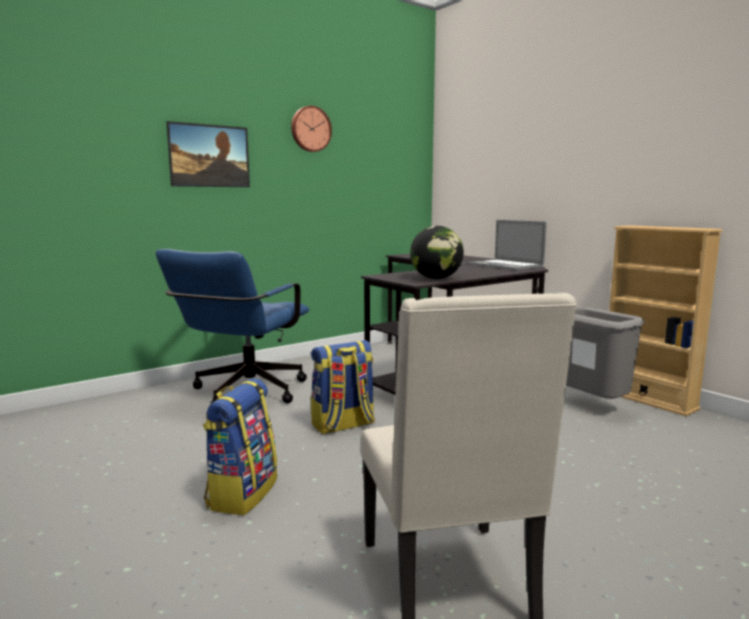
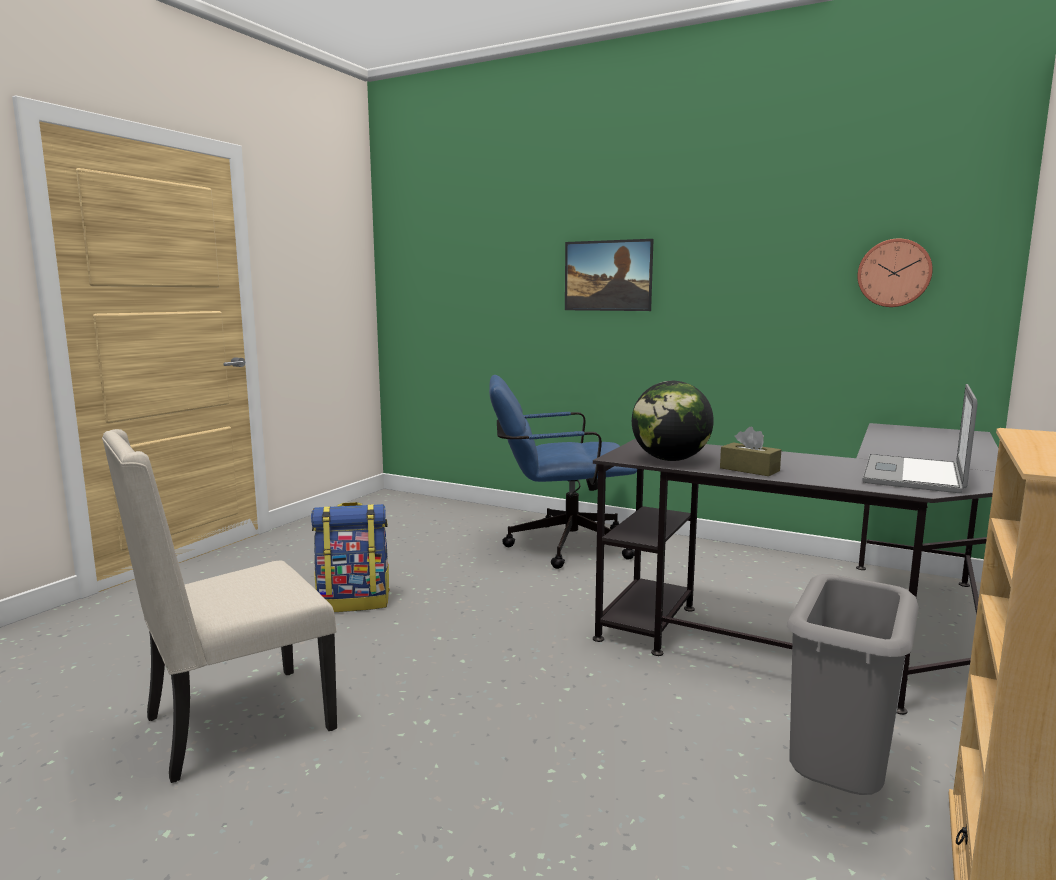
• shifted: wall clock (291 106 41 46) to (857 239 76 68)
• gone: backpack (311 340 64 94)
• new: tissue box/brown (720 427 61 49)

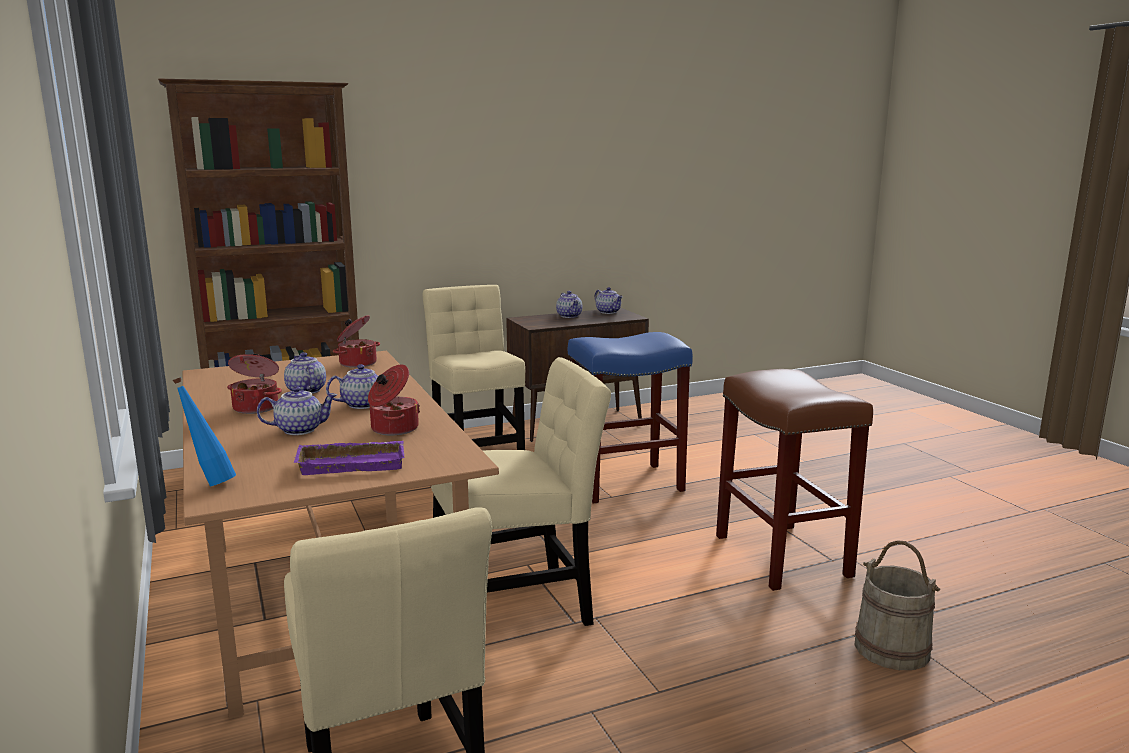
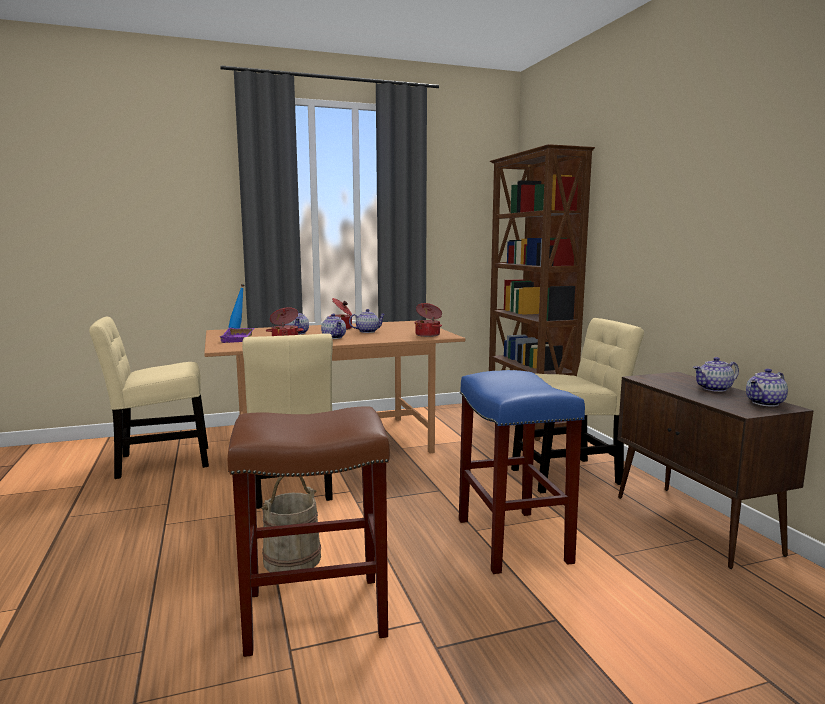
• shifted: bucket/beige (854 540 87 130) to (261 477 60 95)

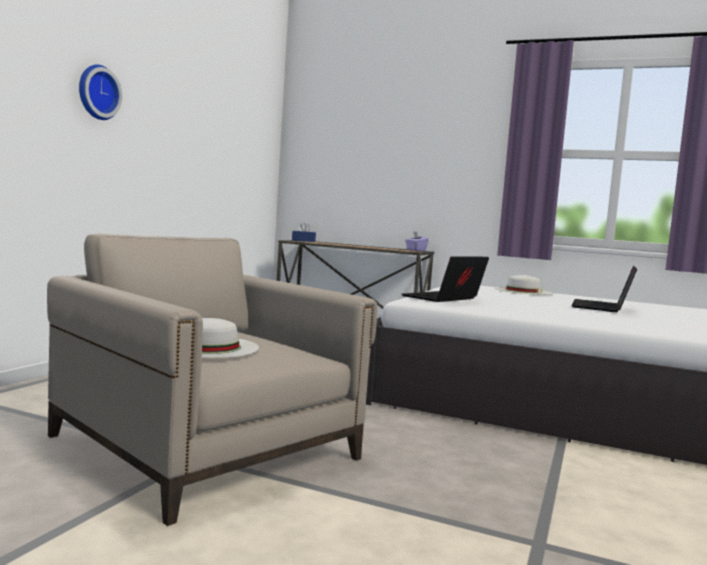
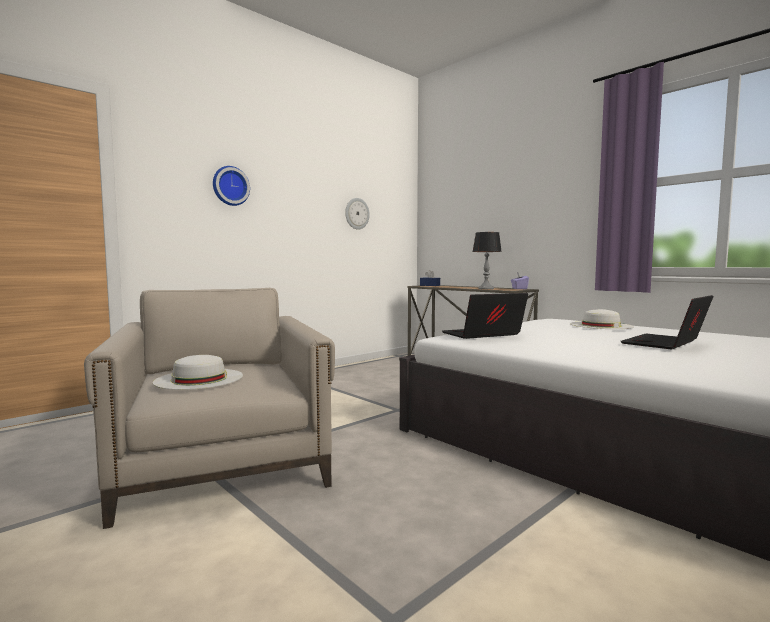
• new: wall clock (345 198 25 32)
• new: table lamp (473 232 29 57)

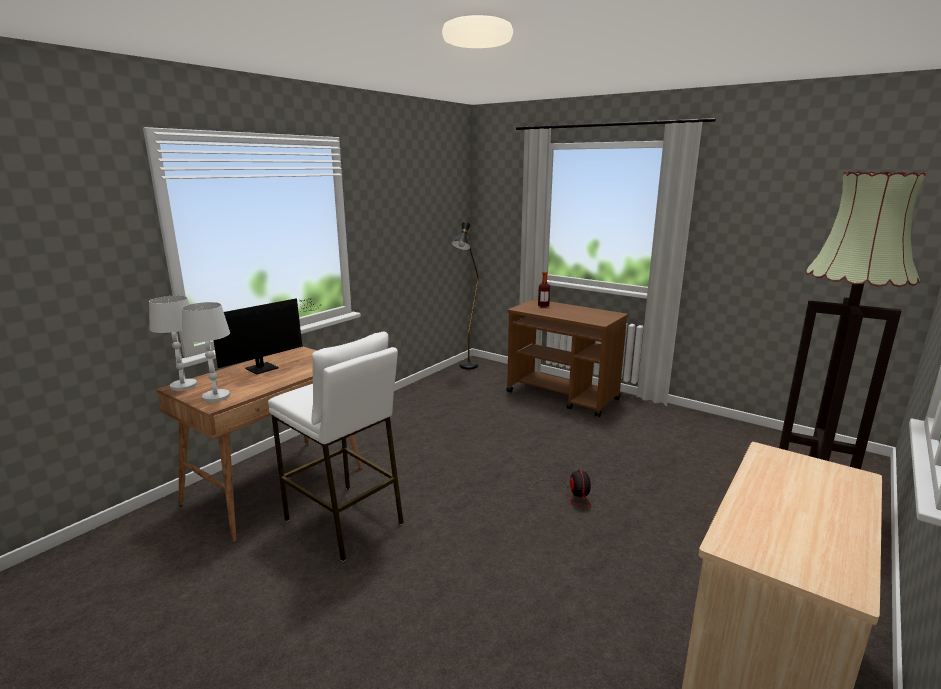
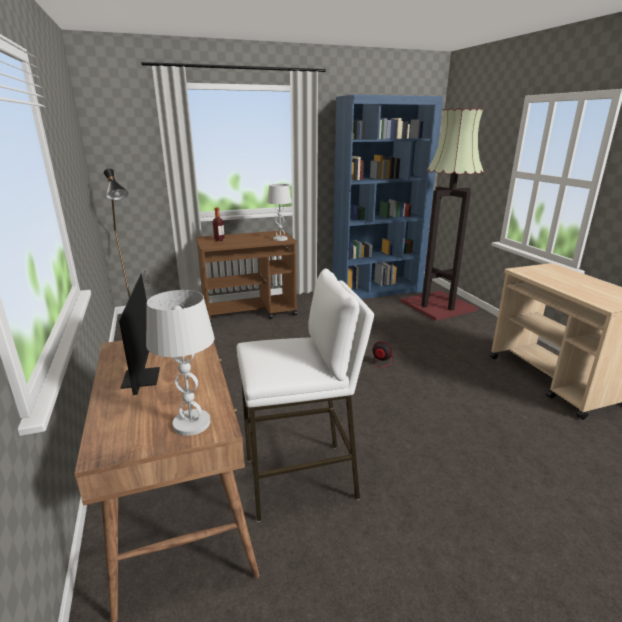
• shifted: table lamp/white (149 296 48 95) to (267 184 25 57)
• new: bookcase/blue (333 94 110 205)

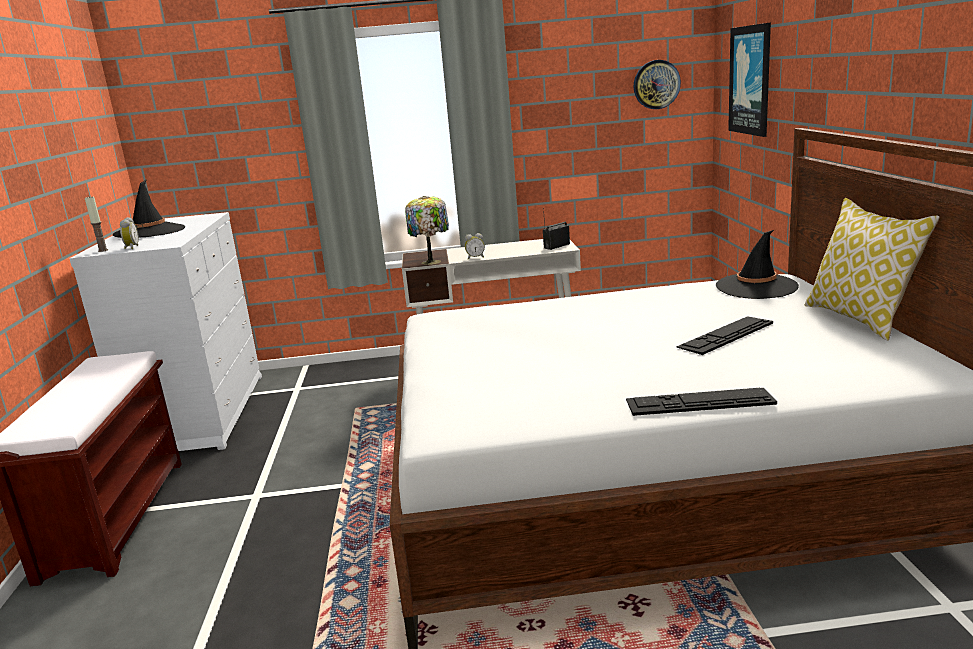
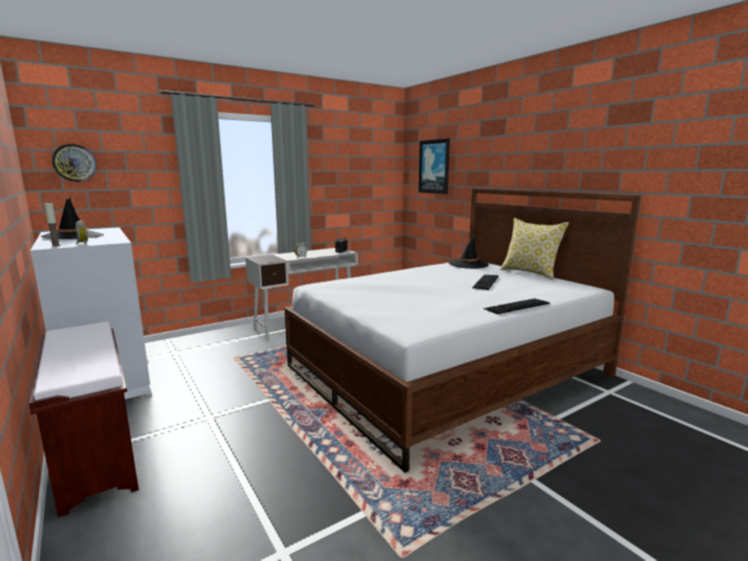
• shifted: wall clock (634 60 47 49) to (52 144 44 38)
• gone: table lamp (405 196 44 69)

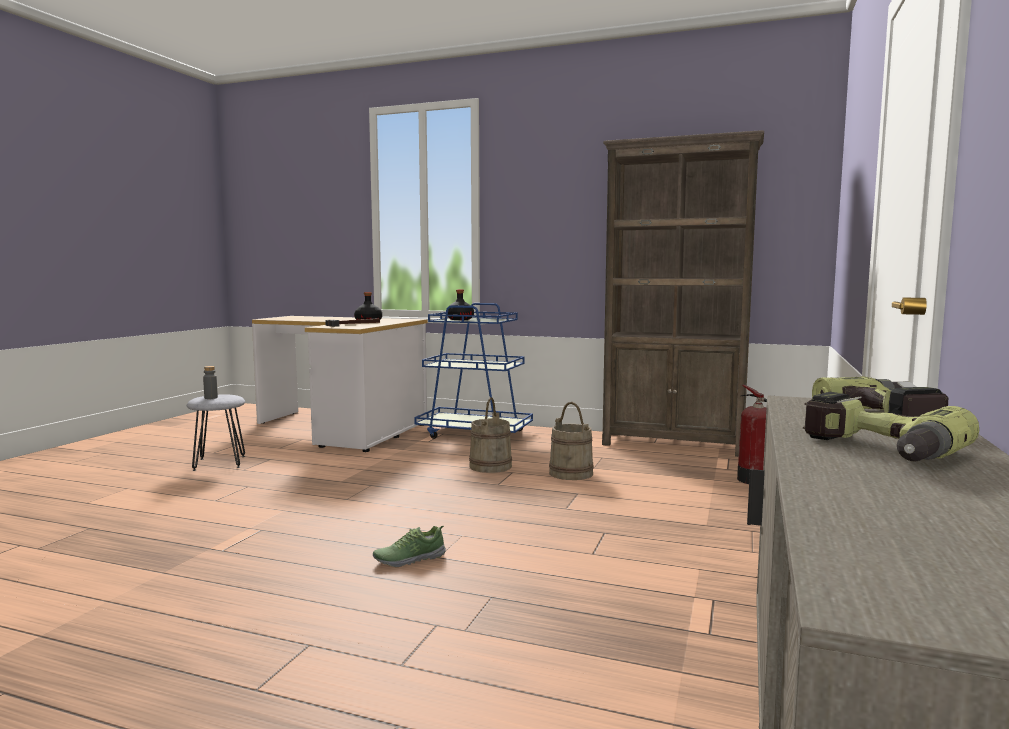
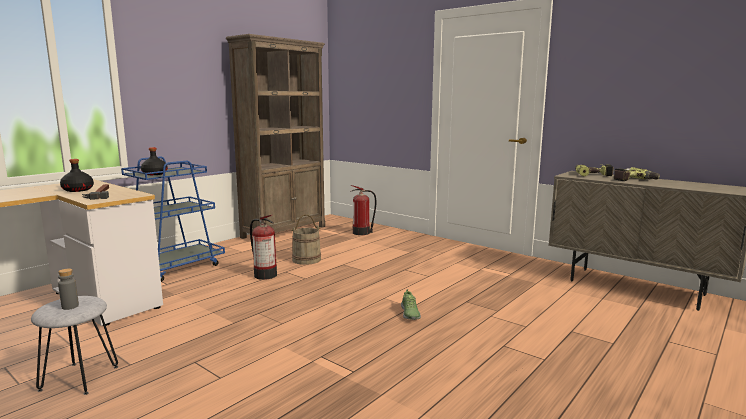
• swapped: bucket/beige (469 397 43 76) to fire extinguisher (250 215 27 65)

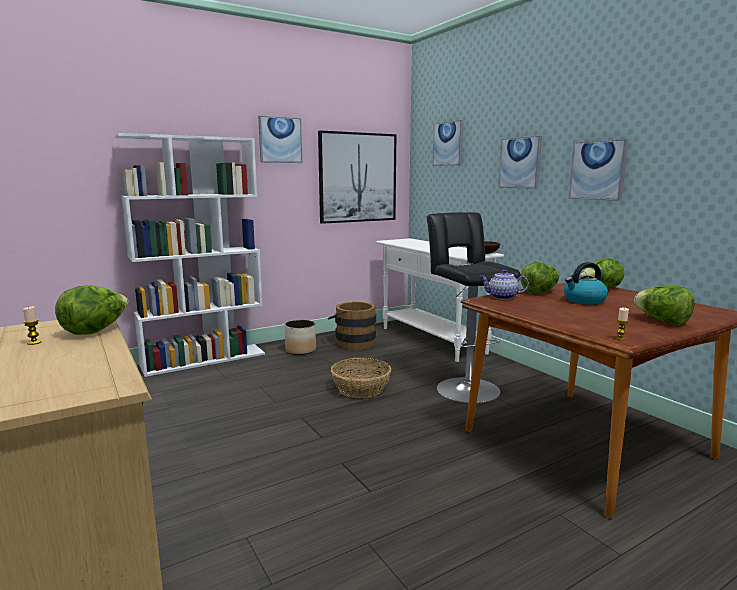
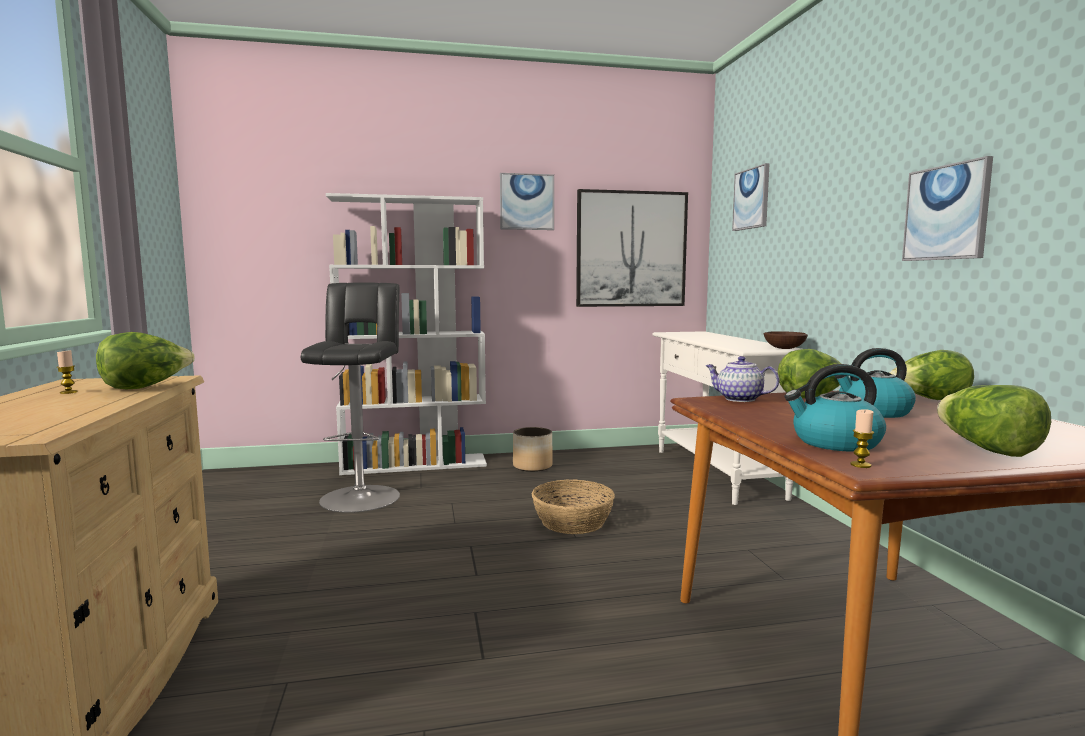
• gone: picture (499 136 43 53)
• shifted: stool/black (426 212 95 191) to (300 282 100 231)
• gone: bucket/brown (328 302 48 48)
• new: kettle (785 364 101 88)

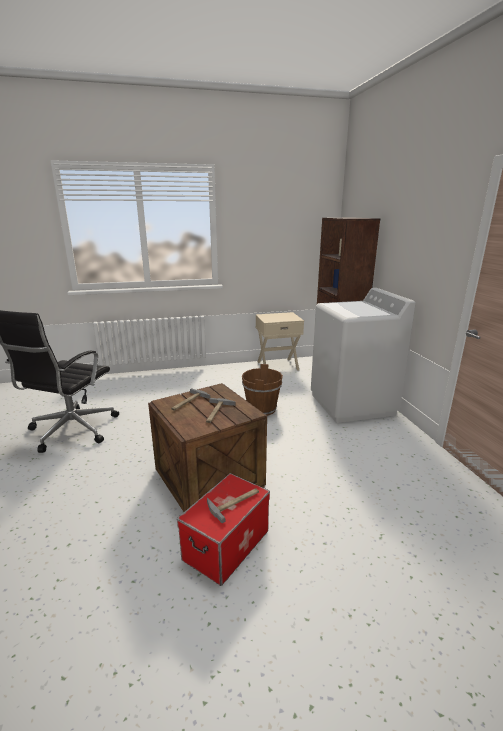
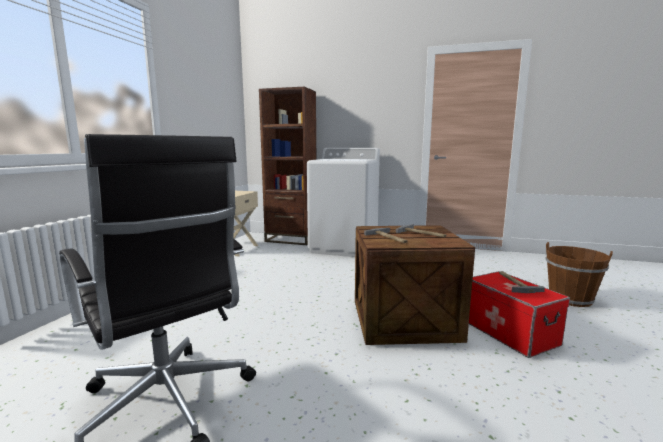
• shifted: bucket/brown (242 364 41 52) to (545 242 68 65)

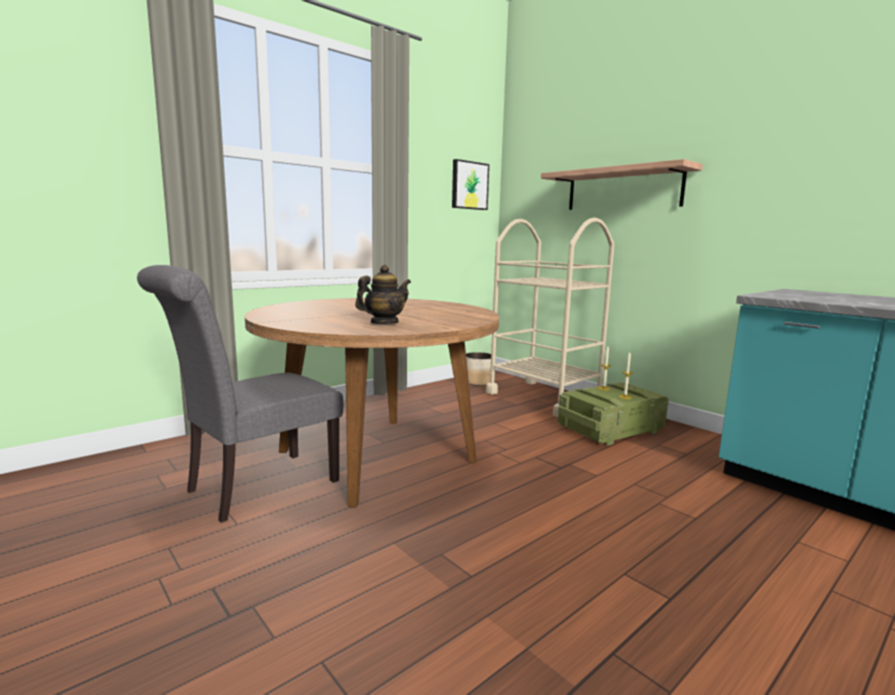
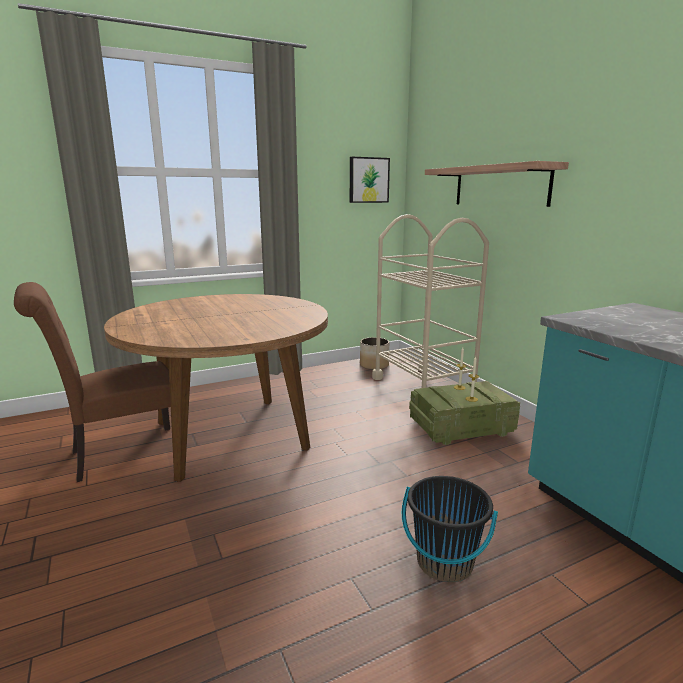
• repainted: chair/grey (137 265 206 258) to chair/brown (14 282 157 200)
• gone: teapot (355 265 56 59)
• new: bucket/black (402 476 96 107)

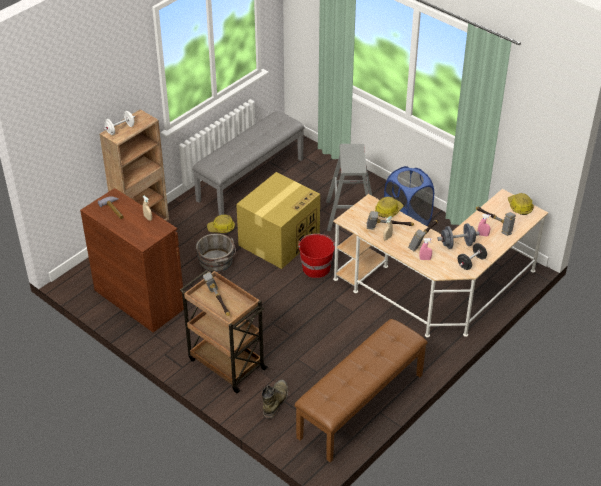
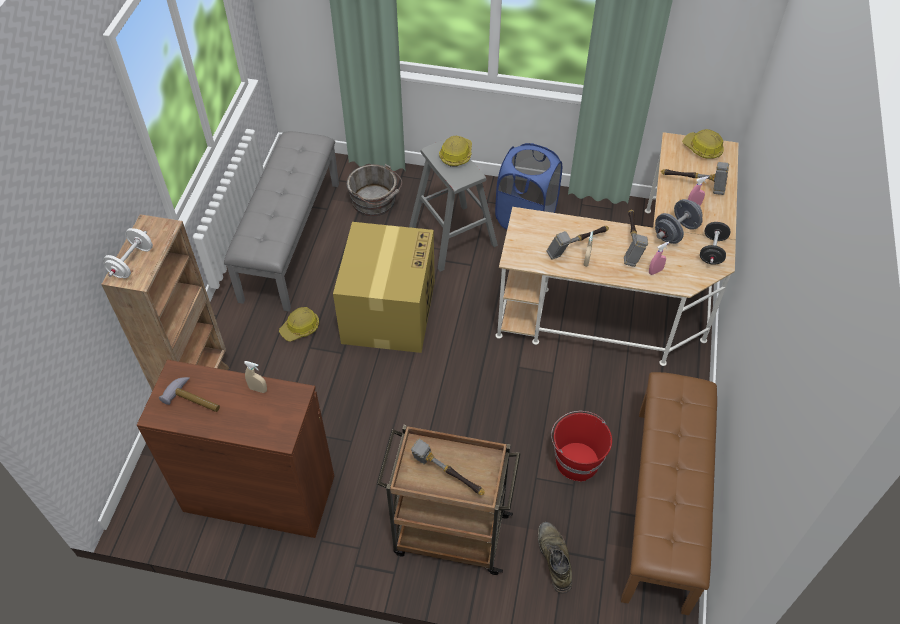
• shifted: hard hat (375 197 28 21) to (439 136 33 31)
• shifted: bucket/grey (196 234 40 39) to (347 164 55 52)
• shifted: bucket/red (298 234 37 44) to (551 411 61 71)

